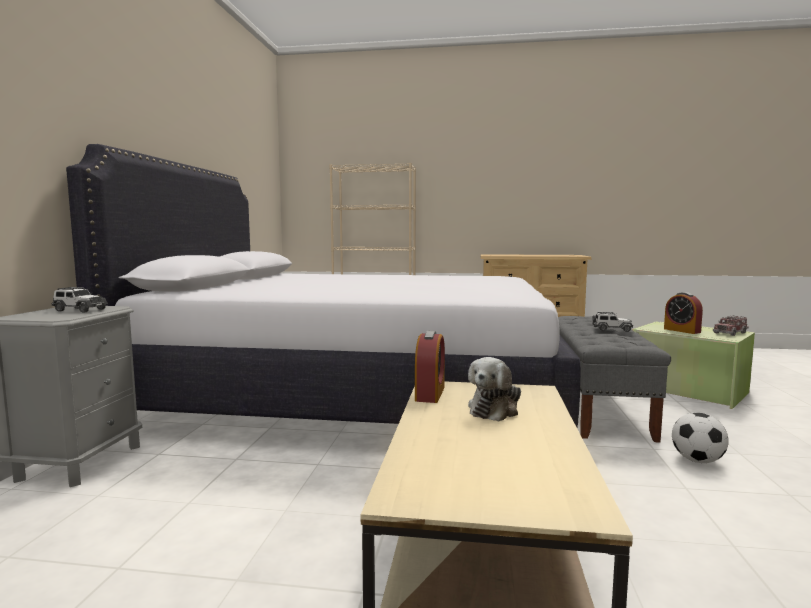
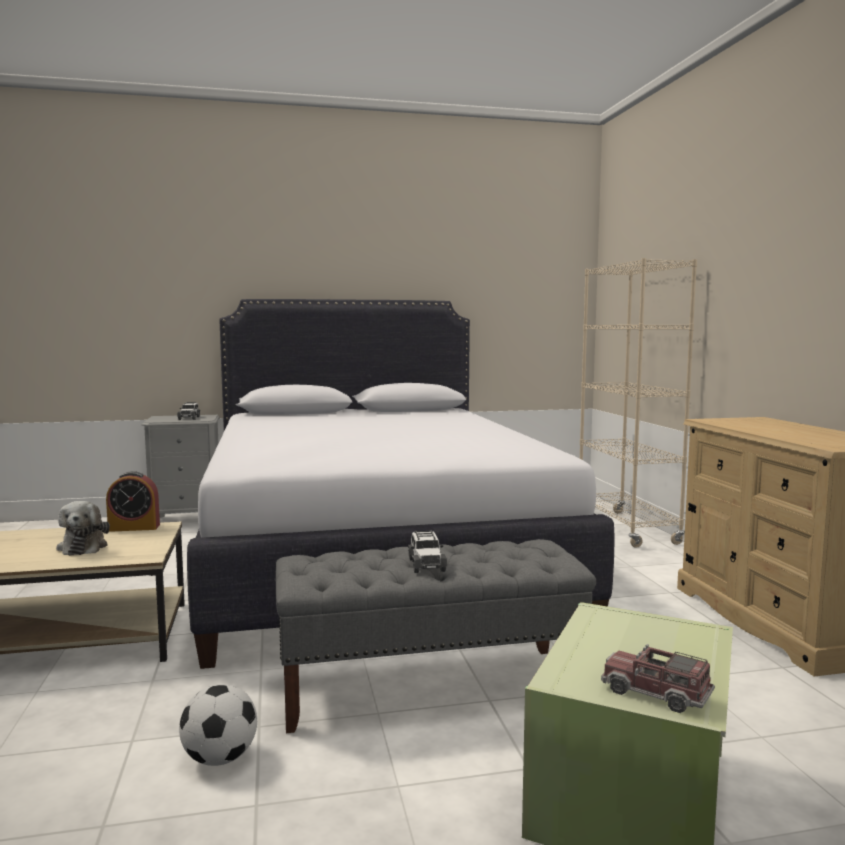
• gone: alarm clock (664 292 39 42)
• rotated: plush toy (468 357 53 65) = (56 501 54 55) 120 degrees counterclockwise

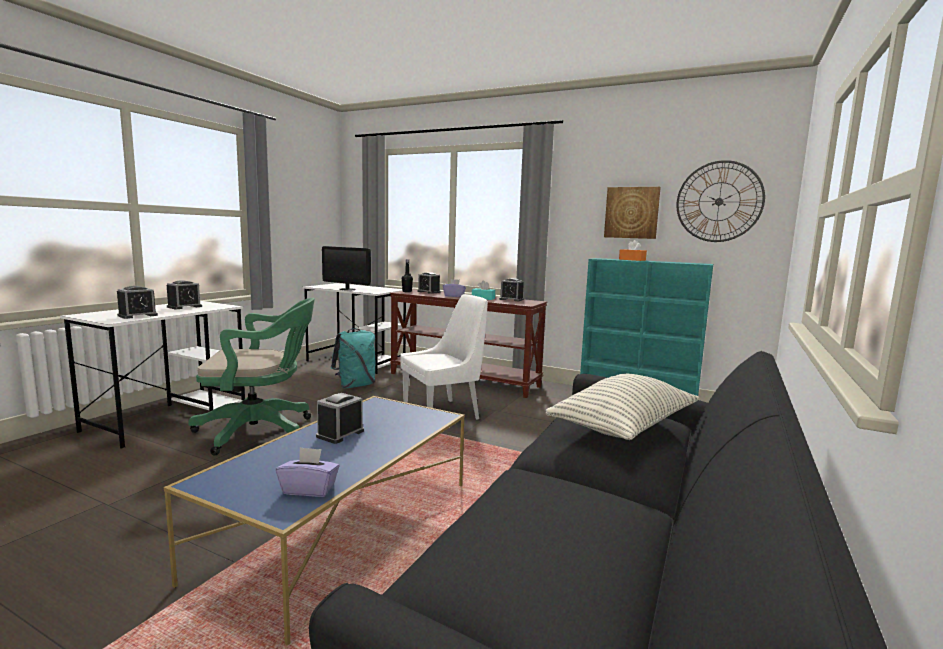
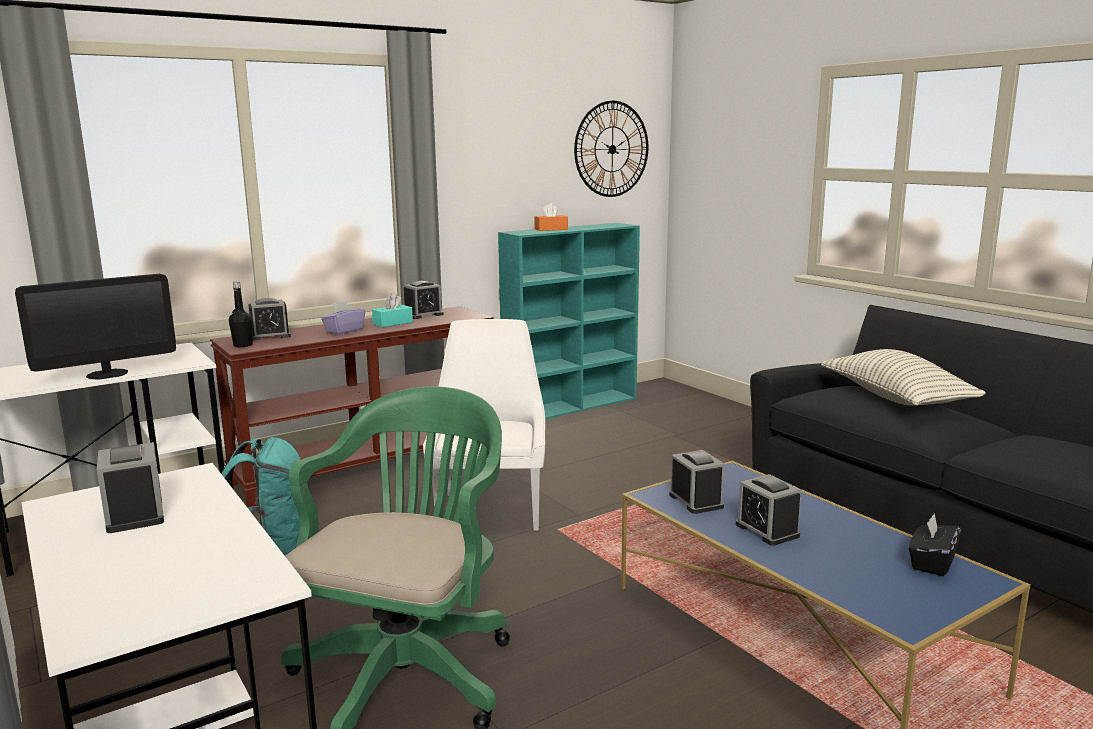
• gone: picture (604 187 57 52)
• shifted: alarm clock (117 286 41 33) to (669 450 56 64)
• repainted: tissue box/purple (276 447 64 50) to tissue box/black (909 513 52 63)

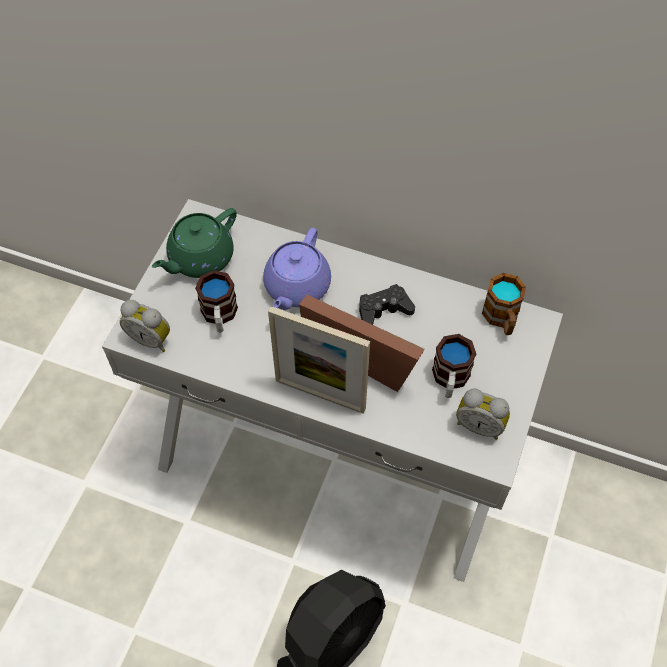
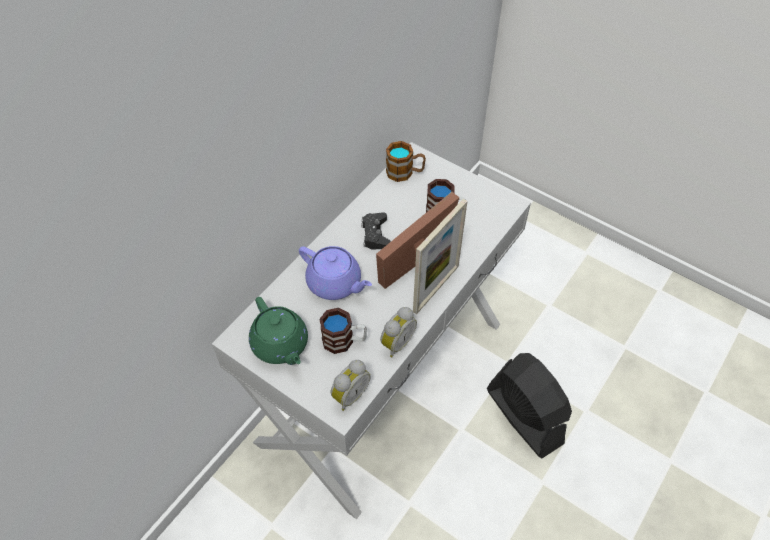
• shifted: alarm clock (456 389 54 51) to (380 307 37 50)

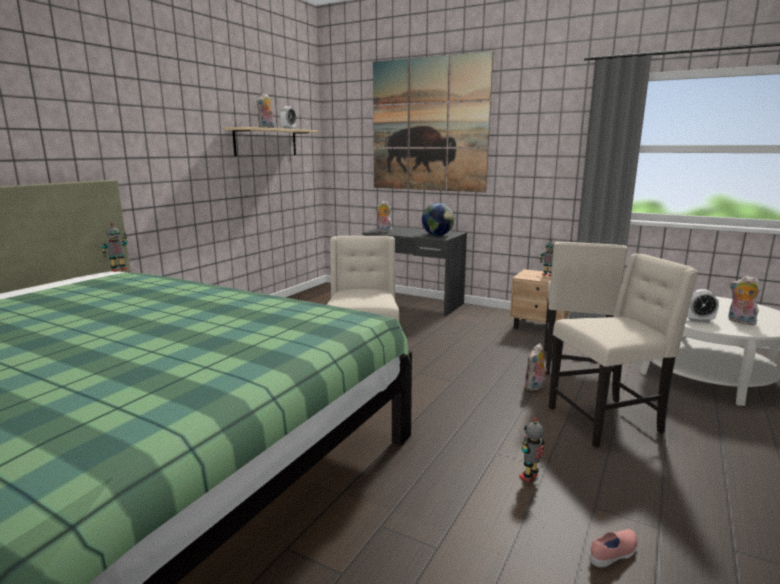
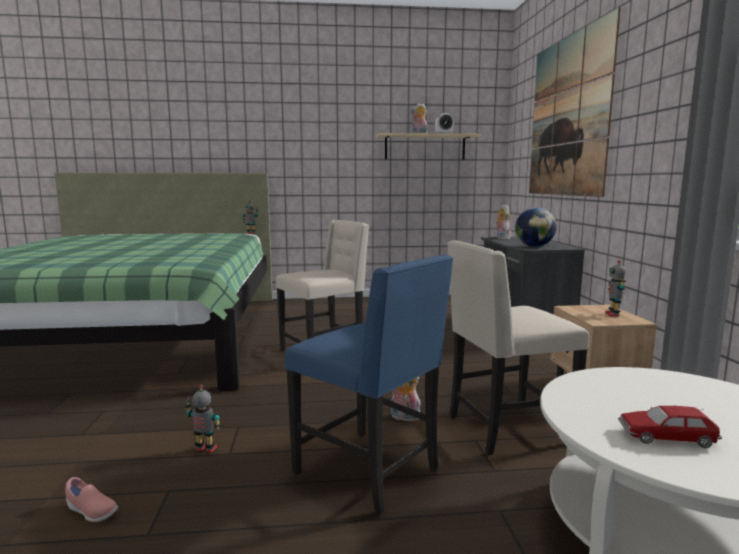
• repainted: chair/beige (549 253 150 194) to chair/blue (285 255 169 260)
• swapped: plush toy (728 276 33 49) to toy car (618 406 104 42)
• gone: alarm clock (687 289 32 33)

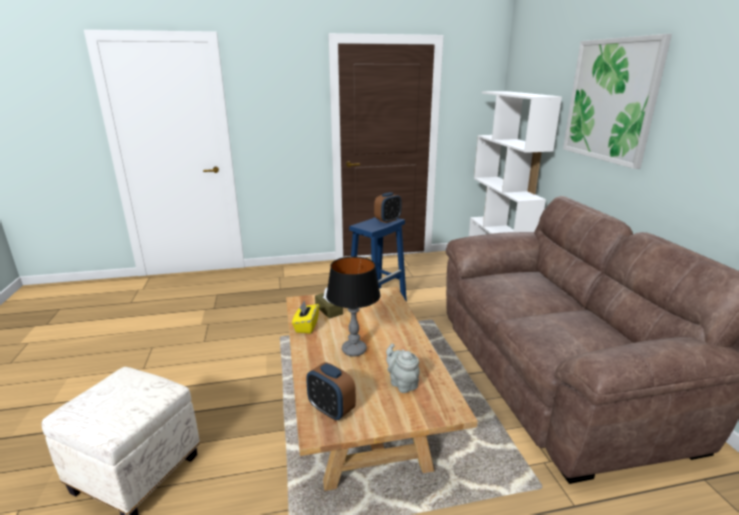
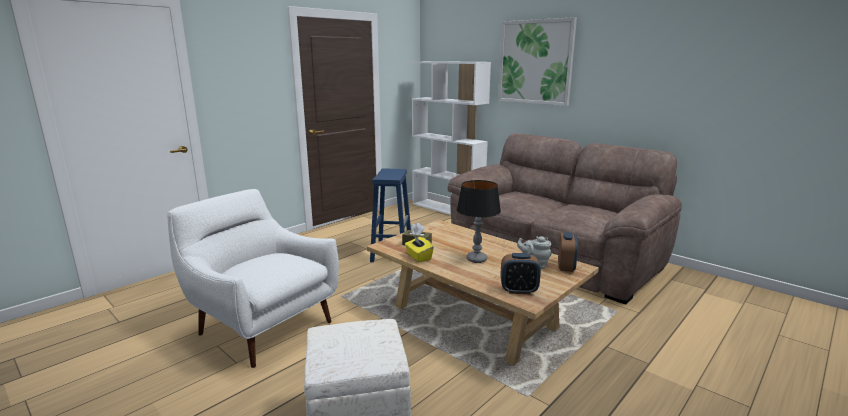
• shifted: alarm clock (374 192 28 31) to (558 232 20 40)
• new: armchair/white (167 189 172 179)

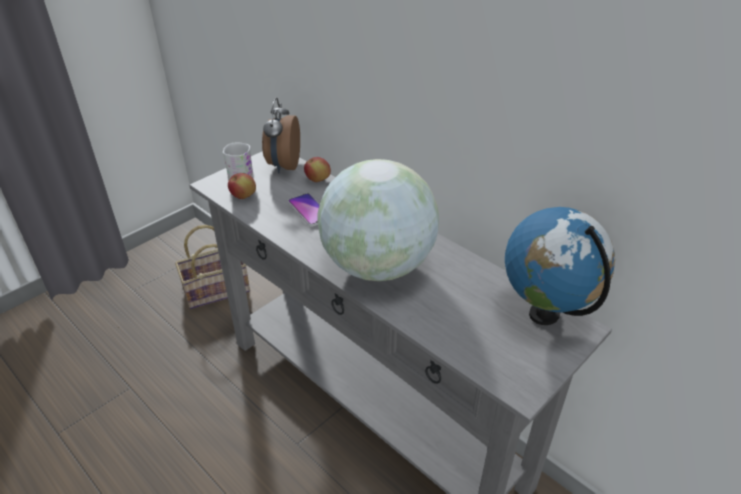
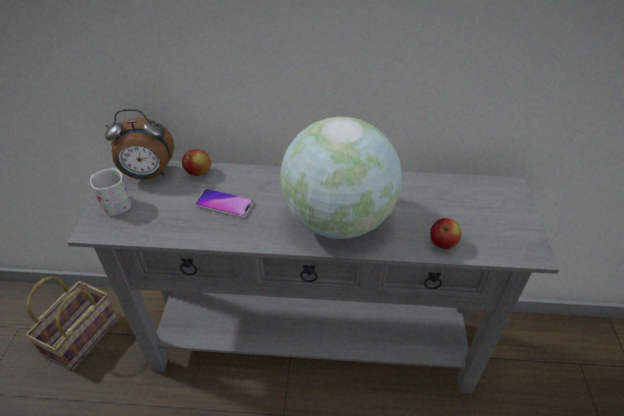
• rotated: alarm clock (262 98 38 75) = (105 109 69 70) 60 degrees counterclockwise
• shifted: apple (228 173 28 26) to (430 218 32 31)
• gone: globe (505 207 110 118)

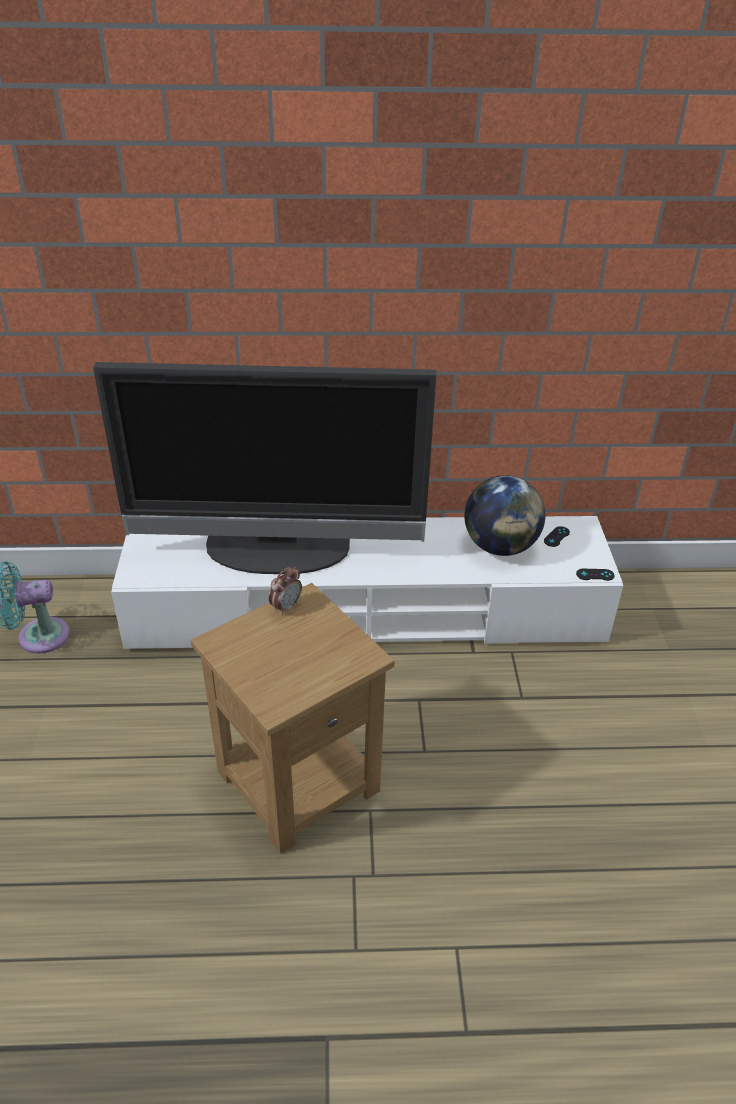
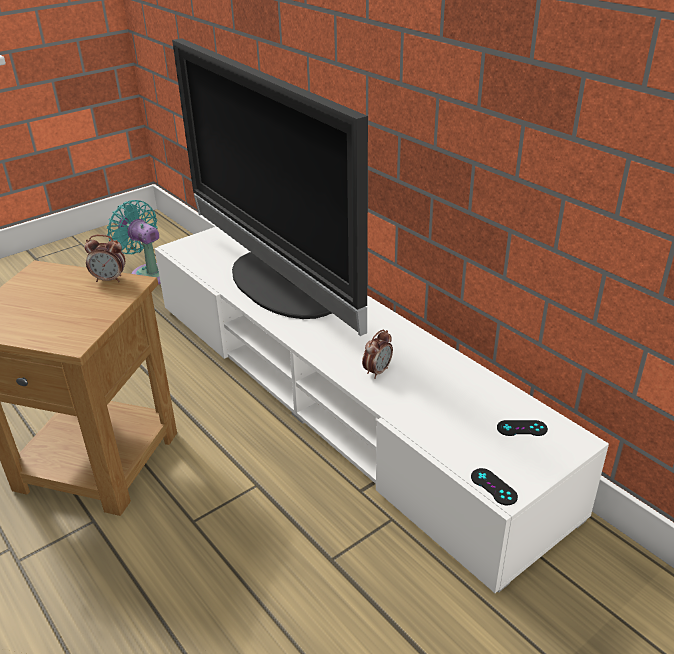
• gone: globe (464 475 81 81)
• new: alarm clock (362 330 31 49)

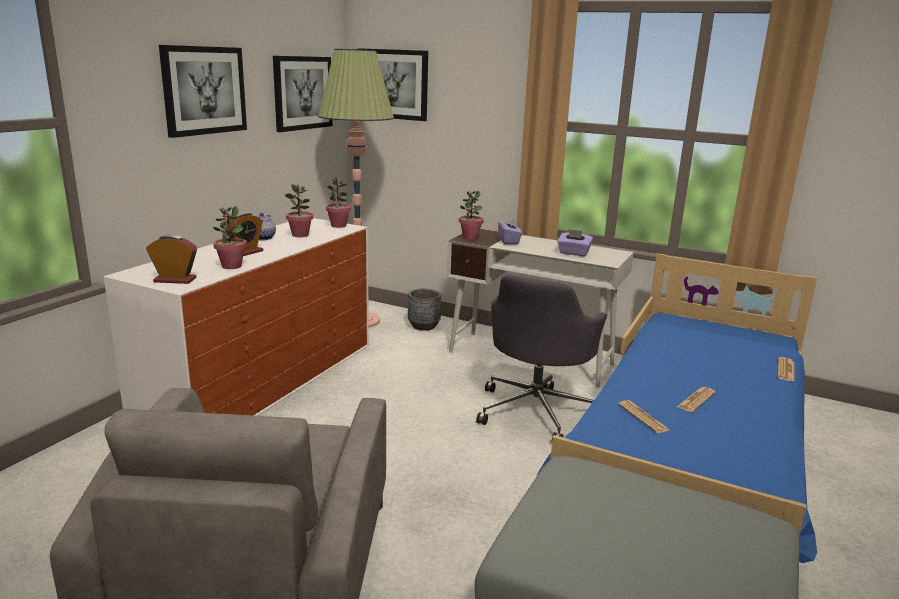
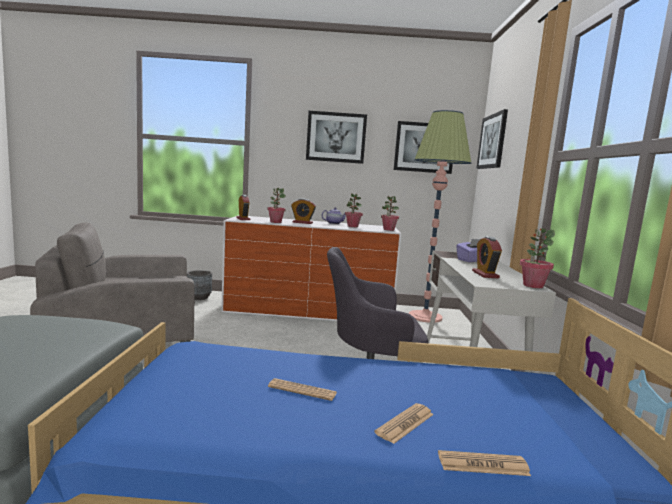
• shifted: potted plant (459 191 25 49) to (520 228 35 60)
• swapped: tissue box/purple (557 229 36 27) to alarm clock (472 236 30 43)
• shifted: planter/grey (408 288 33 43) to (187 270 25 30)
• shifted: newspaper (618 400 51 33) to (374 403 60 41)

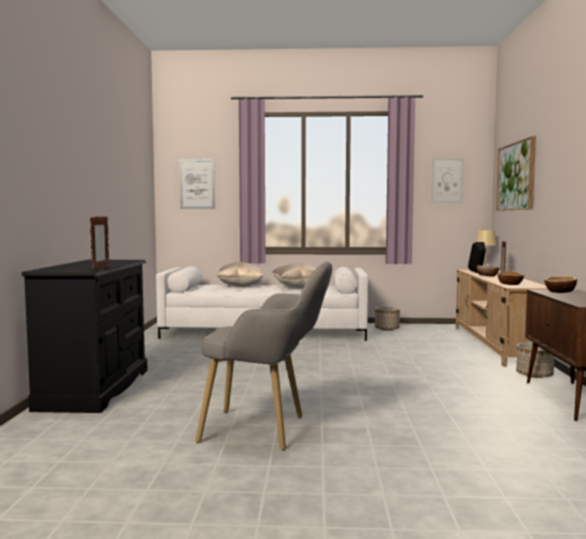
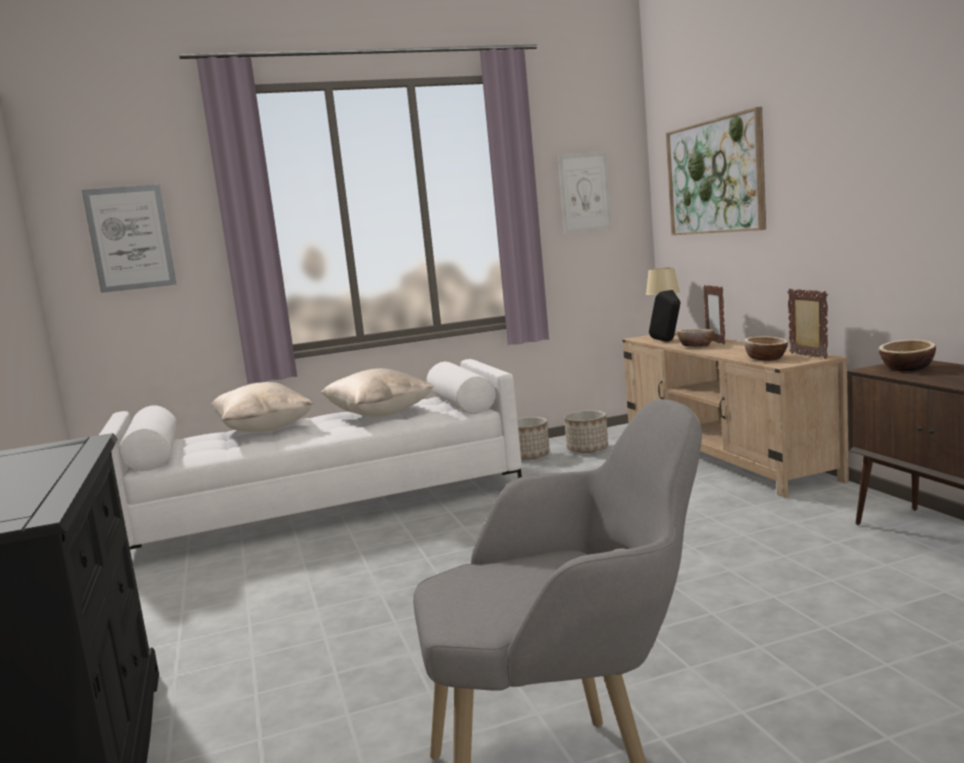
• shifted: picture frame (90 216 19 54) to (788 289 40 70)
• shifted: planter (516 343 38 35) to (564 410 44 43)

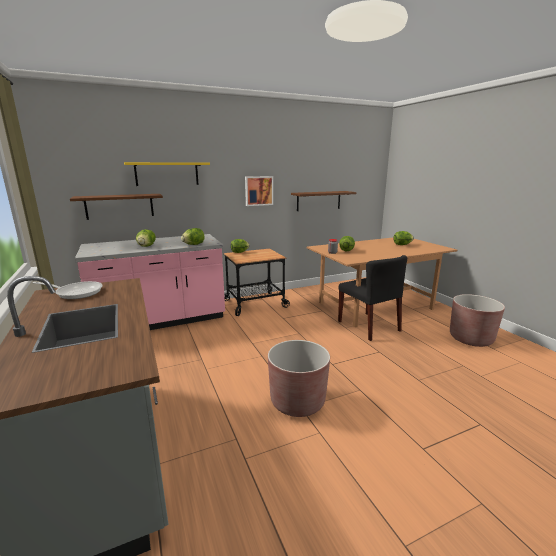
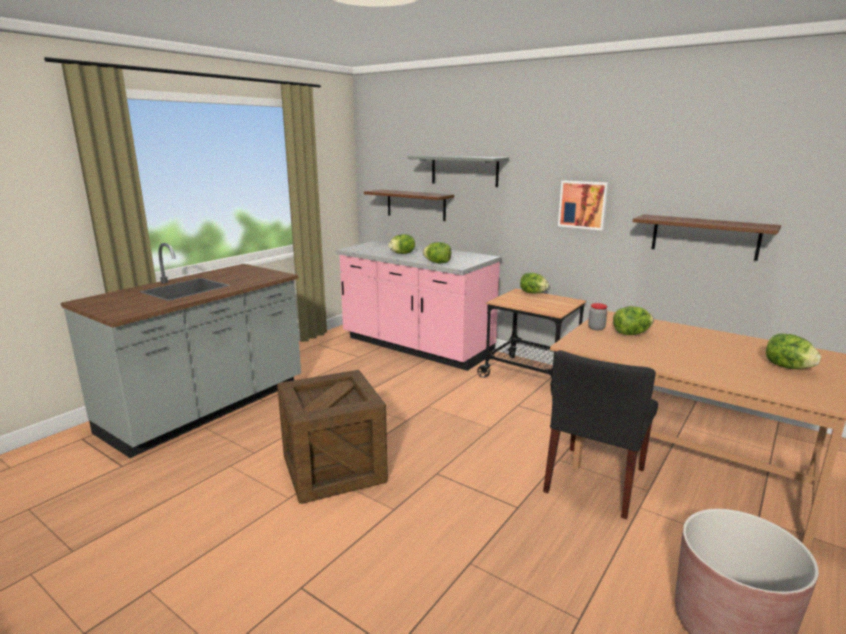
• repainted: shelf/yellow (124 162 86 24) to shelf/grey (408 155 101 32)
• gone: frying pan (33 281 70 18)
• swapped: planter/brown (268 340 62 77) to crate (277 370 111 134)

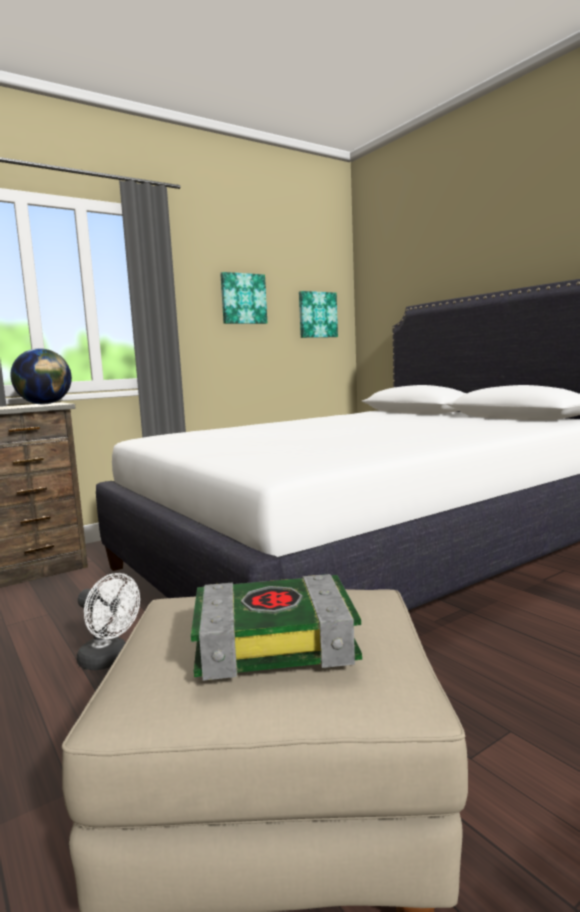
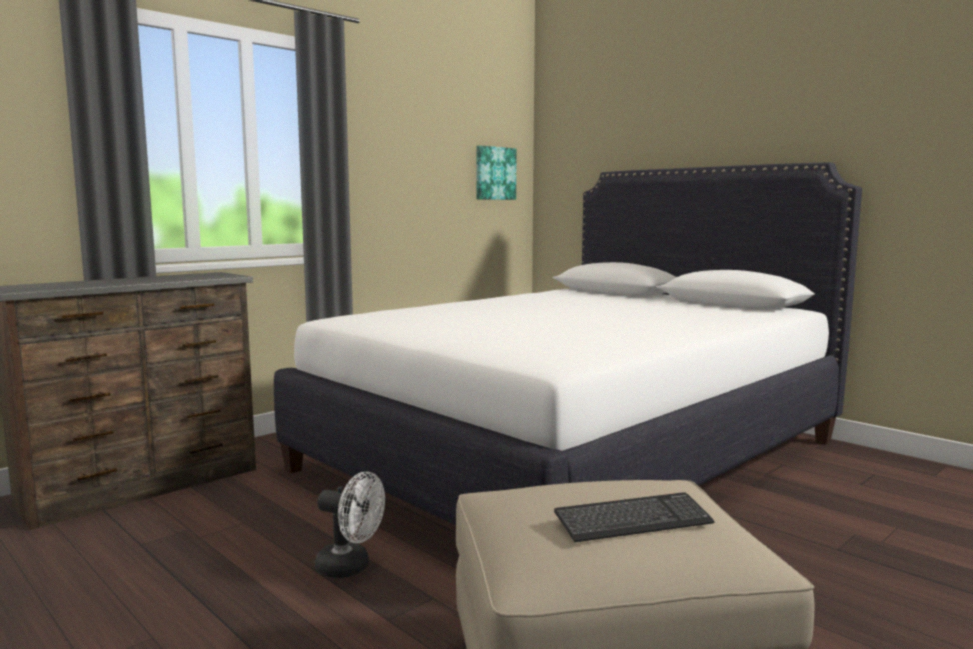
• gone: picture (220 272 47 52)
• gone: globe (10 348 62 56)
• swapped: book (191 574 171 107) to keyboard (554 492 161 50)

